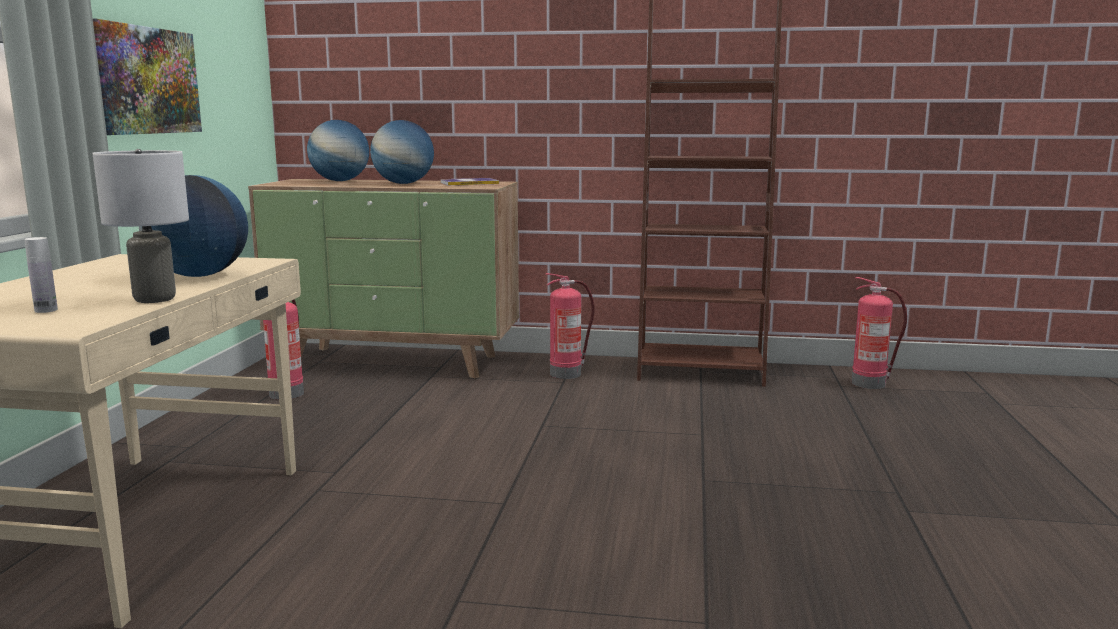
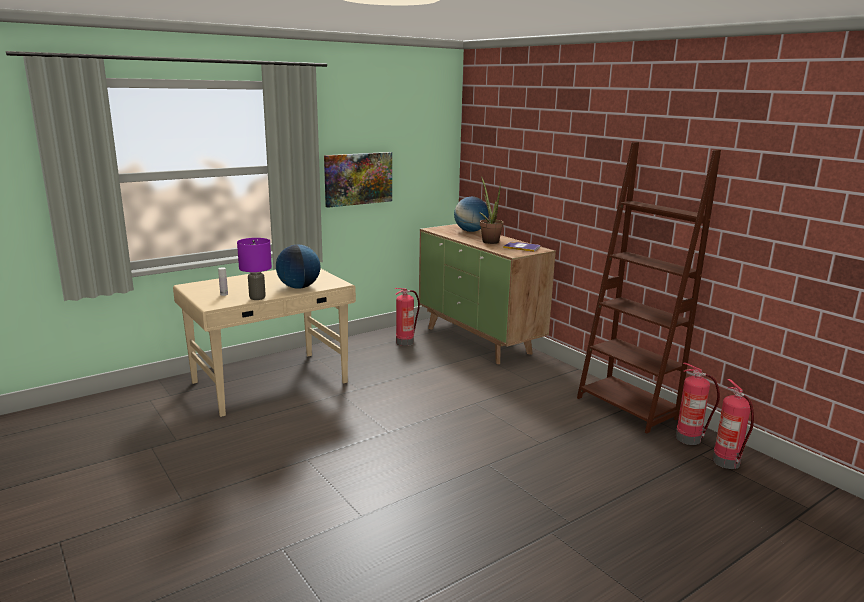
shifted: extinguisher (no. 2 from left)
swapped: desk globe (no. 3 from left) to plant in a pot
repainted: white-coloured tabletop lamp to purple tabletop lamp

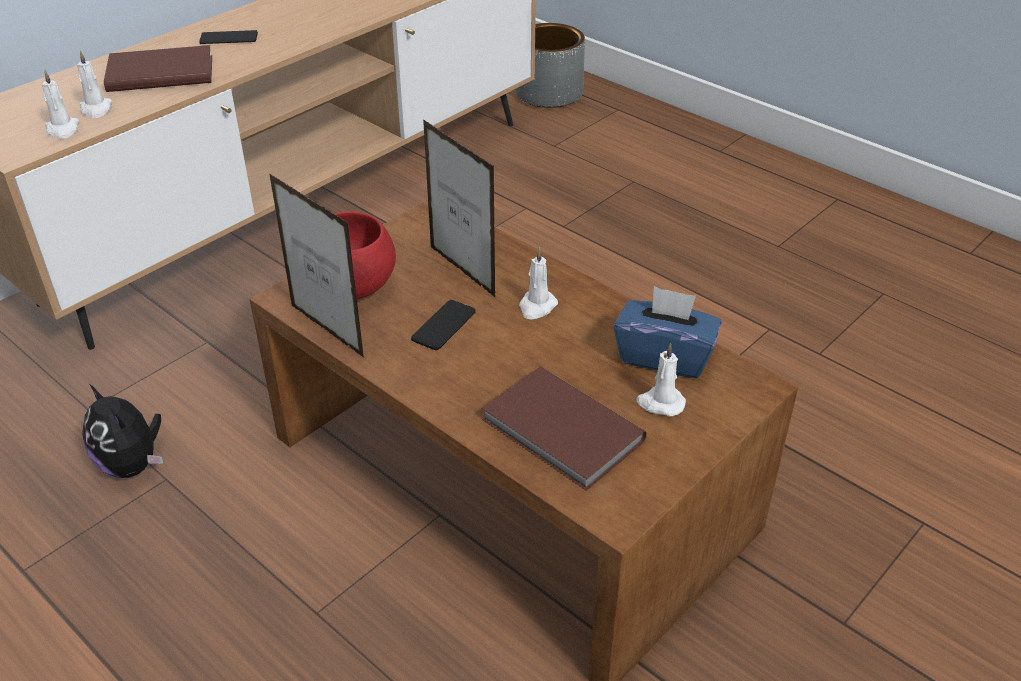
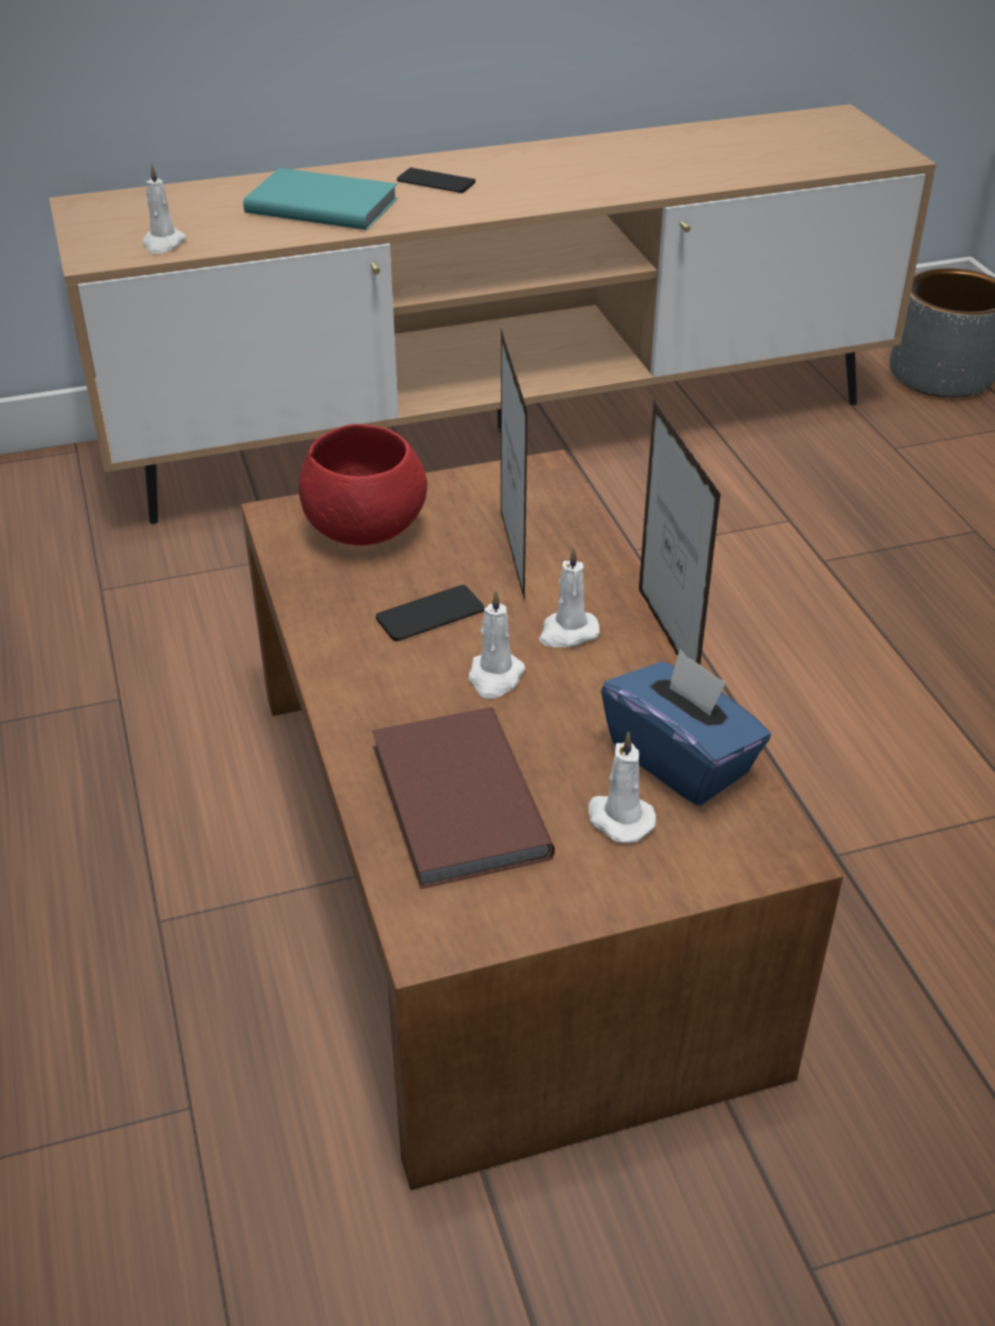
gone: cuddly toy
shifted: white-coloured wax candle (no. 2 from left); picture frame (no. 1 from left in the first image) to picture frame (no. 2 from left)
repainted: brownish volume (no. 1 from left) to blue-green volume

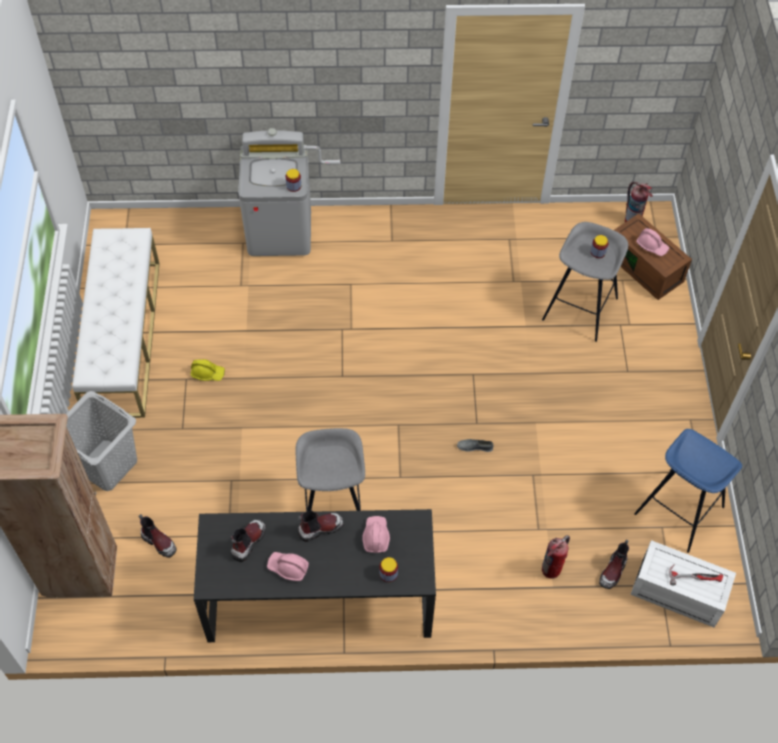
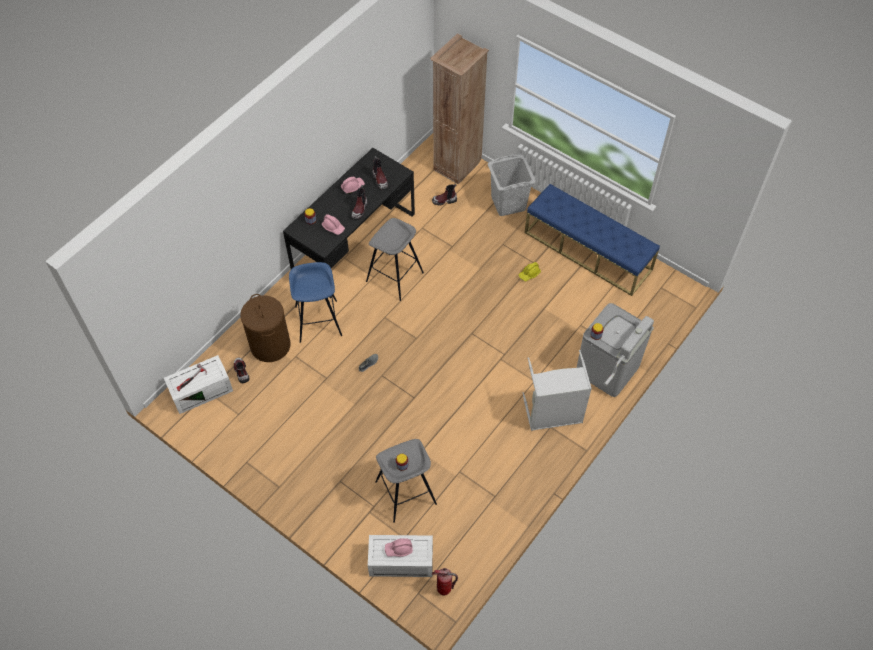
new: gray laundry basket (no. 2 from left)
shifted: bluish stool seat
swapped: extinguisher (no. 1 from left) to brownish laundry basket
repainted: brownish storage bin to white-coloured storage bin (no. 2 from left); white-coloured long seat to bluish long seat

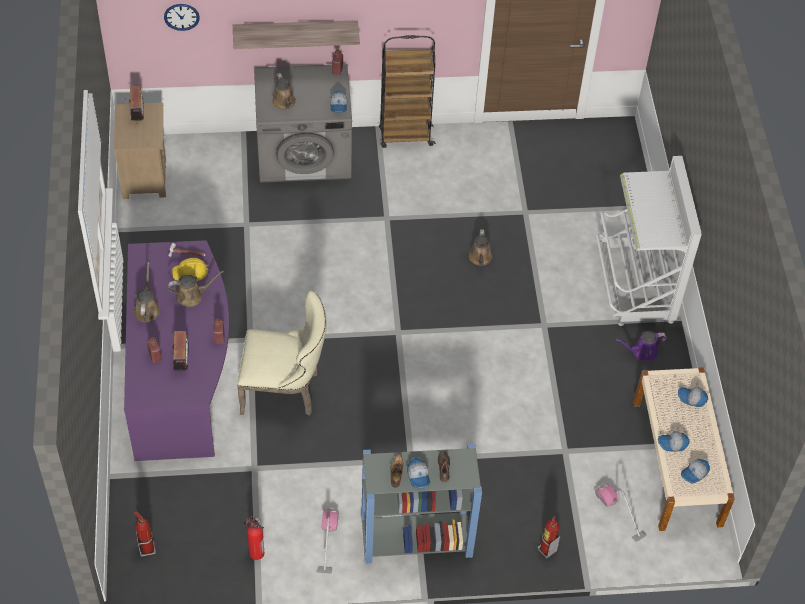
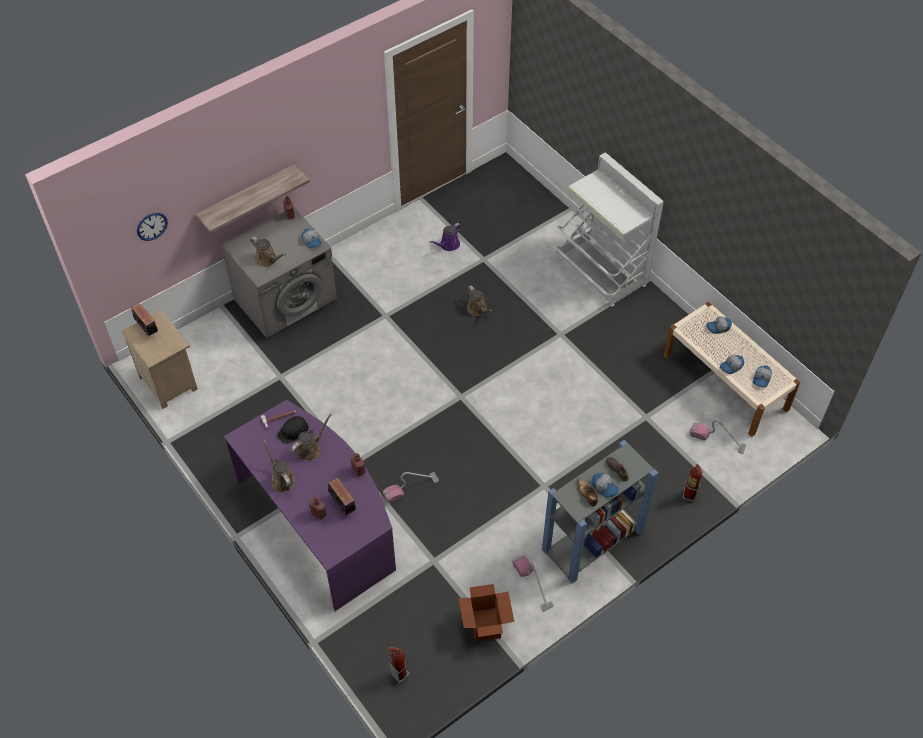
gone: brownish wheeled cart
shifted: purple watering can
swapped: beige plain chair to hoover (no. 1 from left); extinguisher (no. 2 from left) to cardboard box
repainted: yellow safety helmet to black-coloured safety helmet

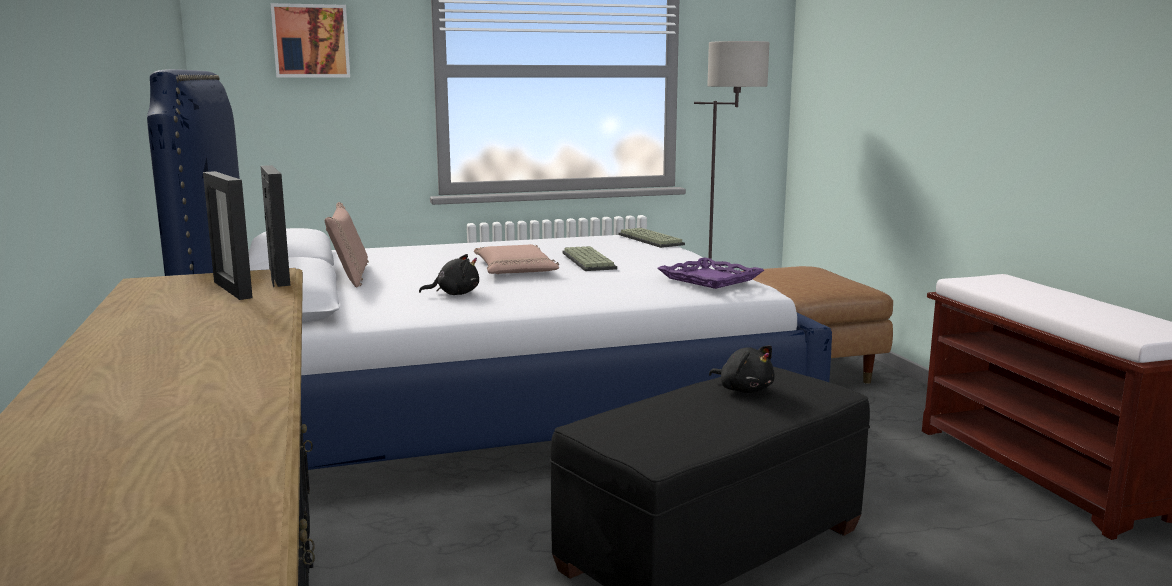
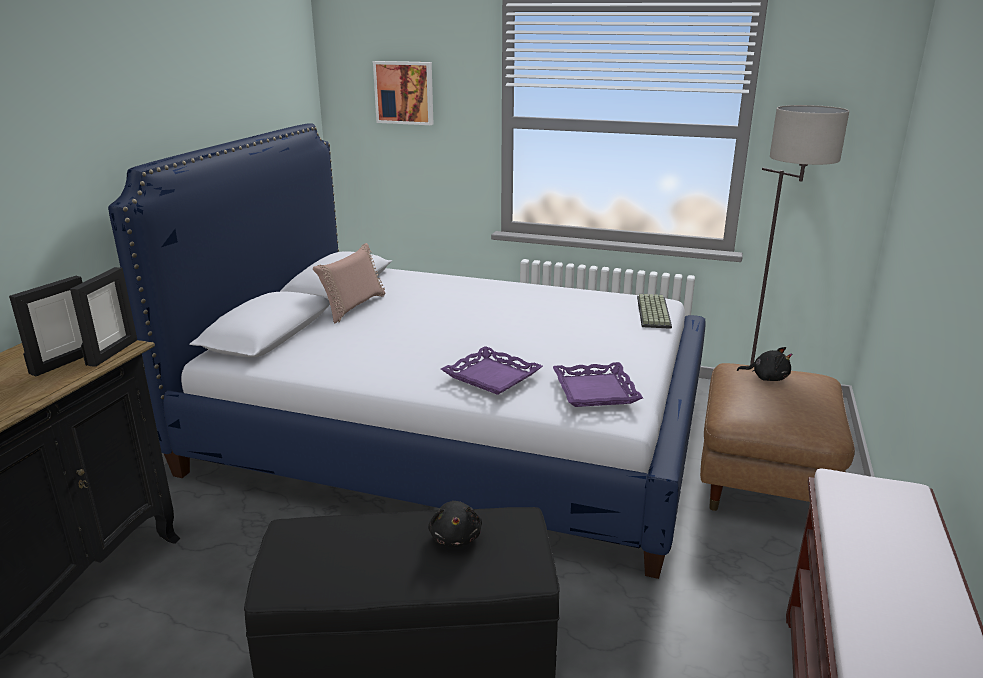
gone: beige cushion (no. 2 from left); PC keyboard (no. 1 from left)
new: purple tray (no. 1 from left)
shifted: black-coloured cuddly toy (no. 1 from left in the first image) to black-coloured cuddly toy (no. 2 from left)
rotated: picture frame (no. 1 from left) 150 degrees counterclockwise

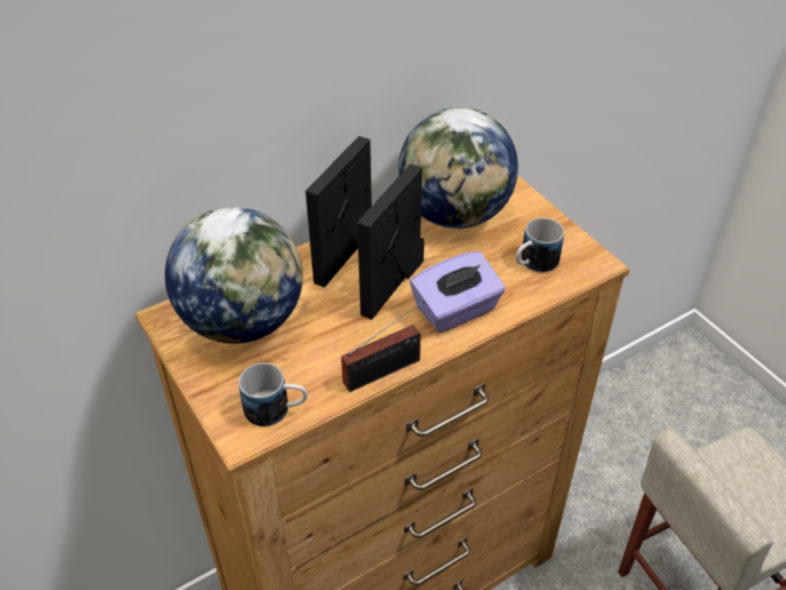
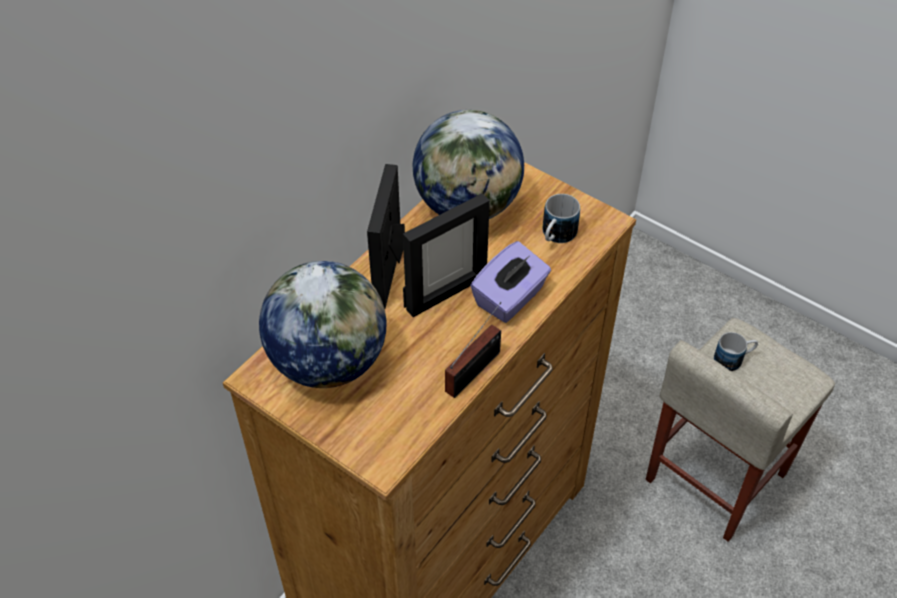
shifted: mug (no. 1 from left in the first image) to mug (no. 2 from left)
rotated: picture frame (no. 2 from left) 135 degrees counterclockwise

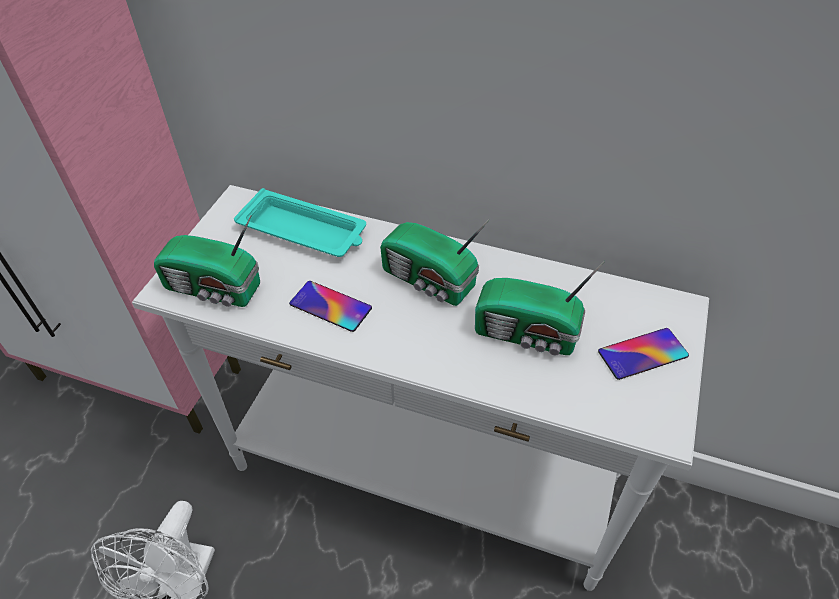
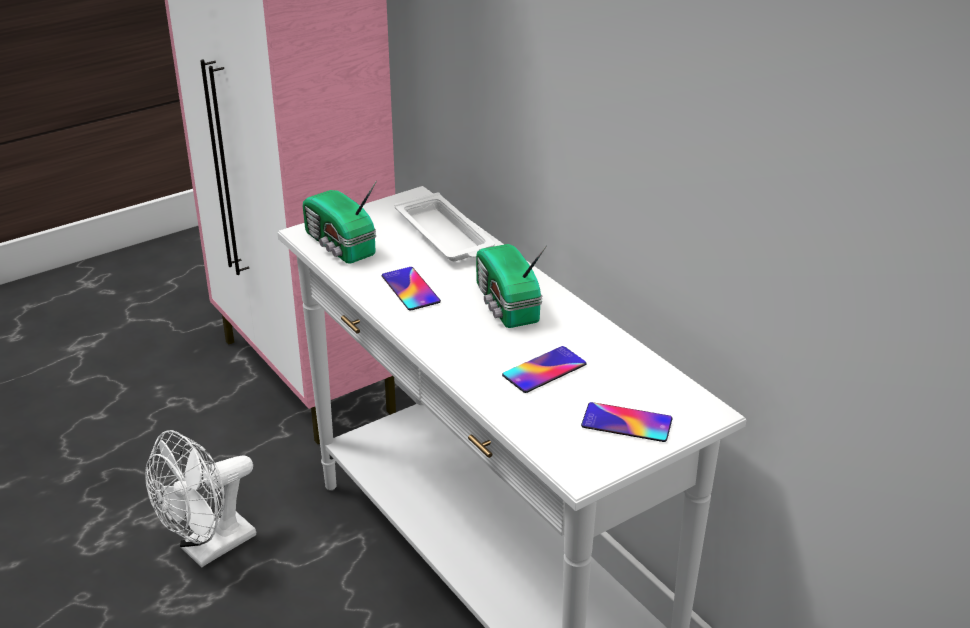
swapped: radio (no. 3 from left) to handset (no. 2 from left)
repainted: blue-green tray to white-coloured tray

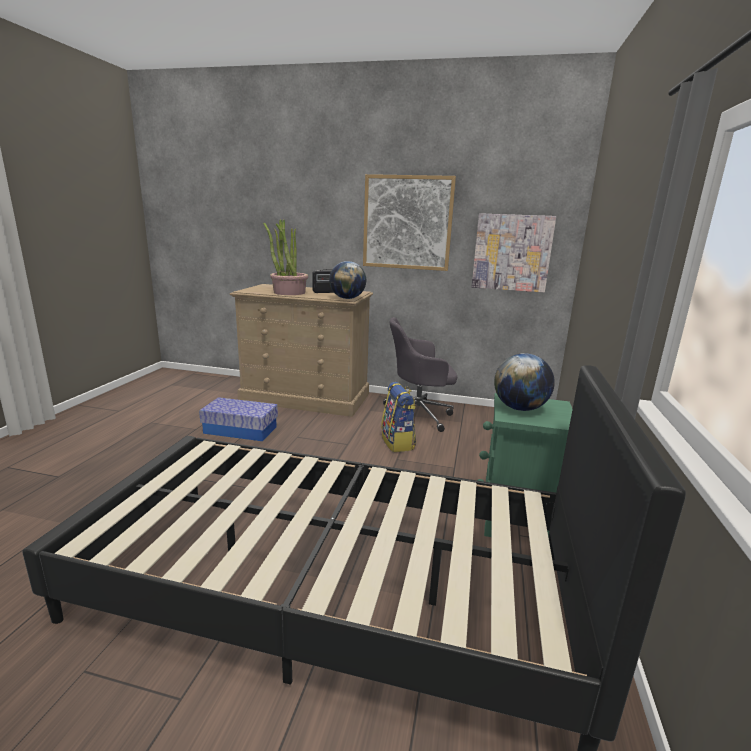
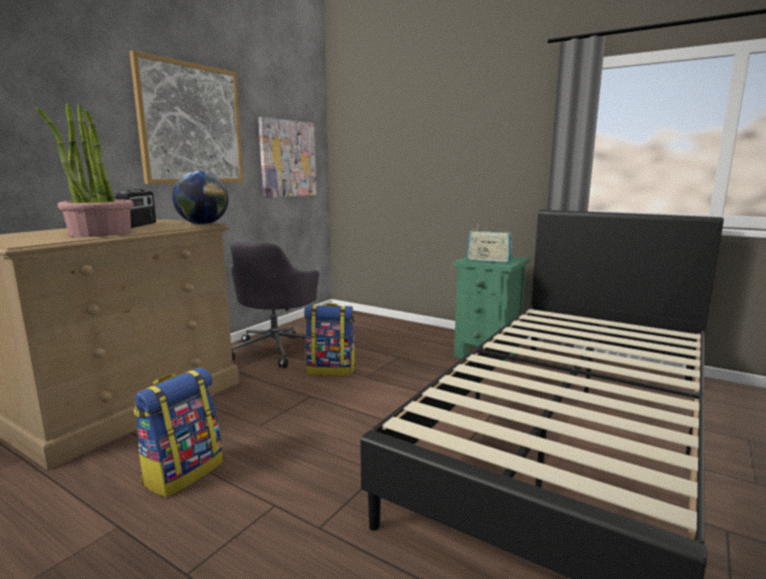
swapped: storage bin to backpack (no. 1 from left); desk globe (no. 2 from left) to radio (no. 2 from left)

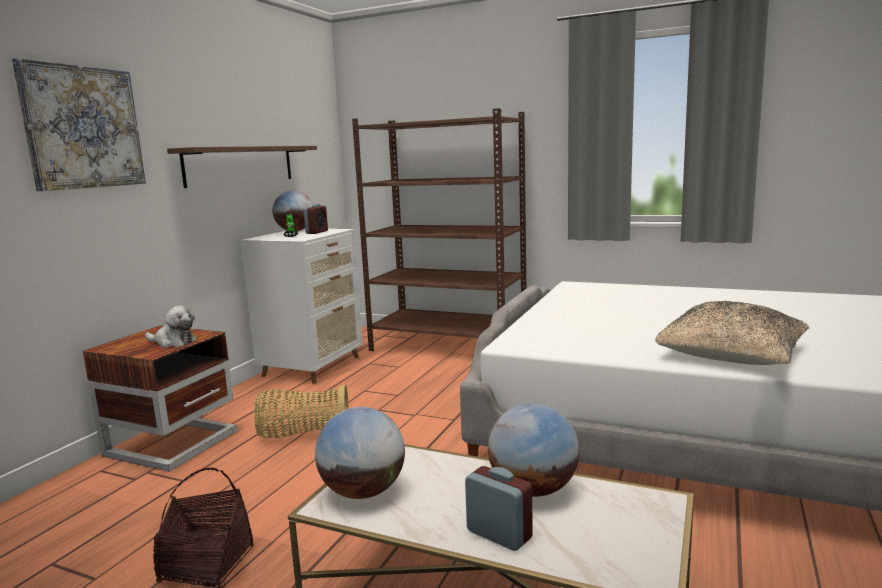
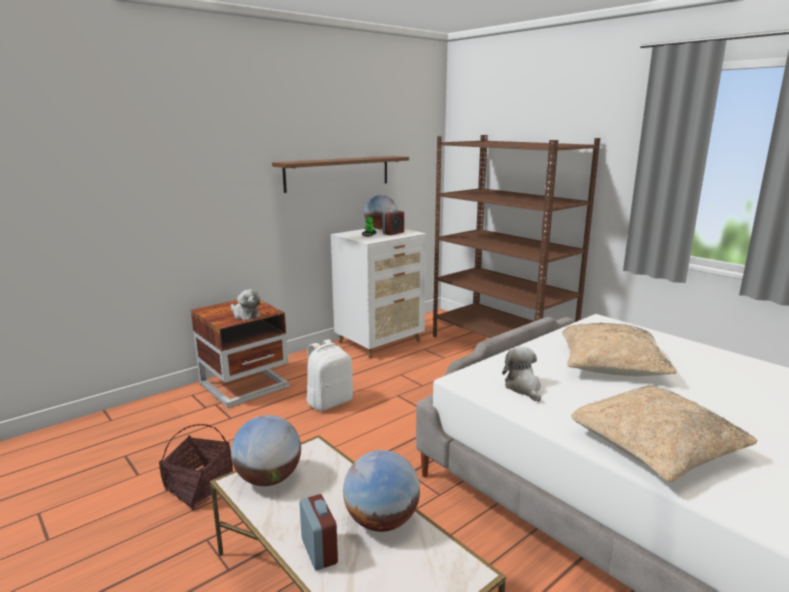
gone: picture
new: cuddly toy (no. 2 from left); beige cushion (no. 1 from left)
swapped: storage basket (no. 2 from left) to white-coloured backpack

